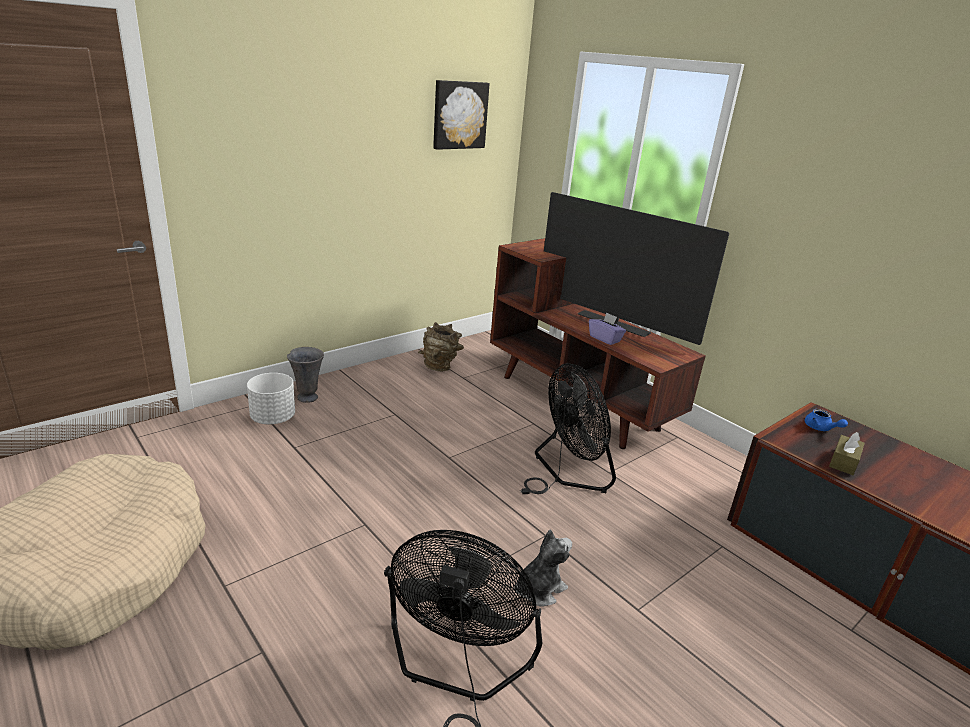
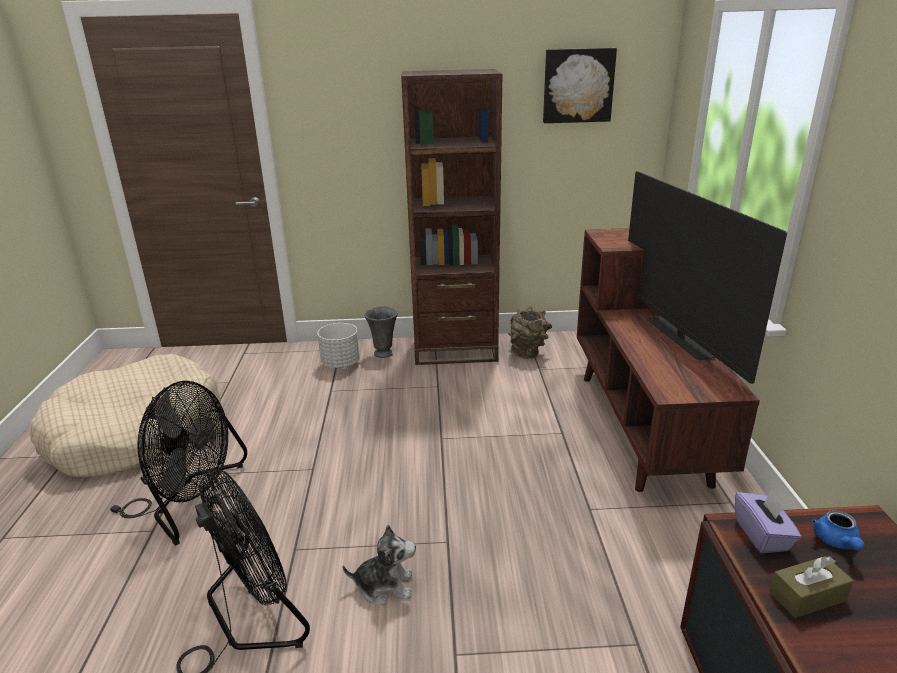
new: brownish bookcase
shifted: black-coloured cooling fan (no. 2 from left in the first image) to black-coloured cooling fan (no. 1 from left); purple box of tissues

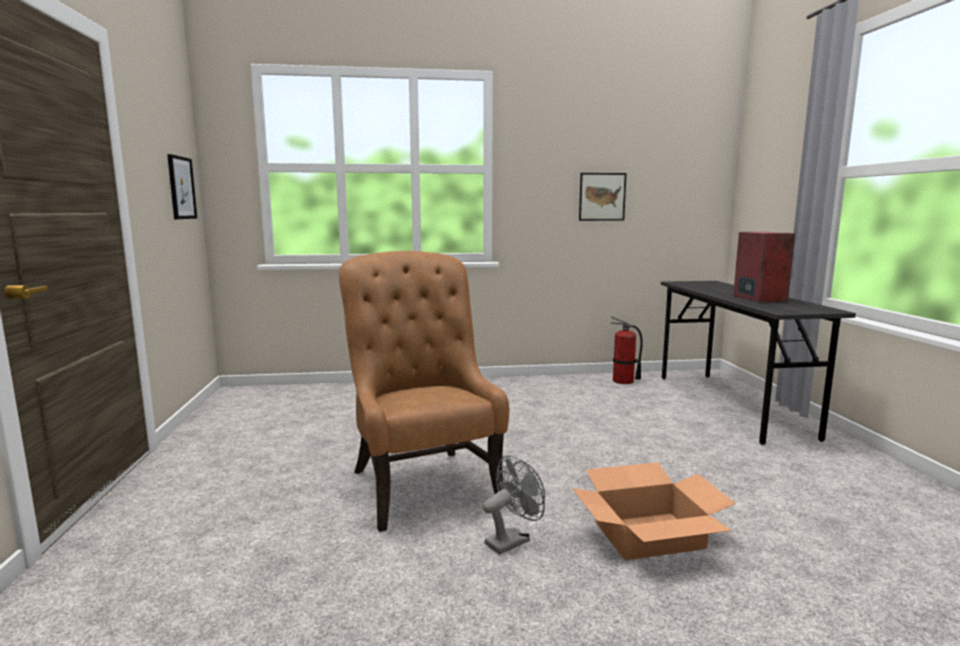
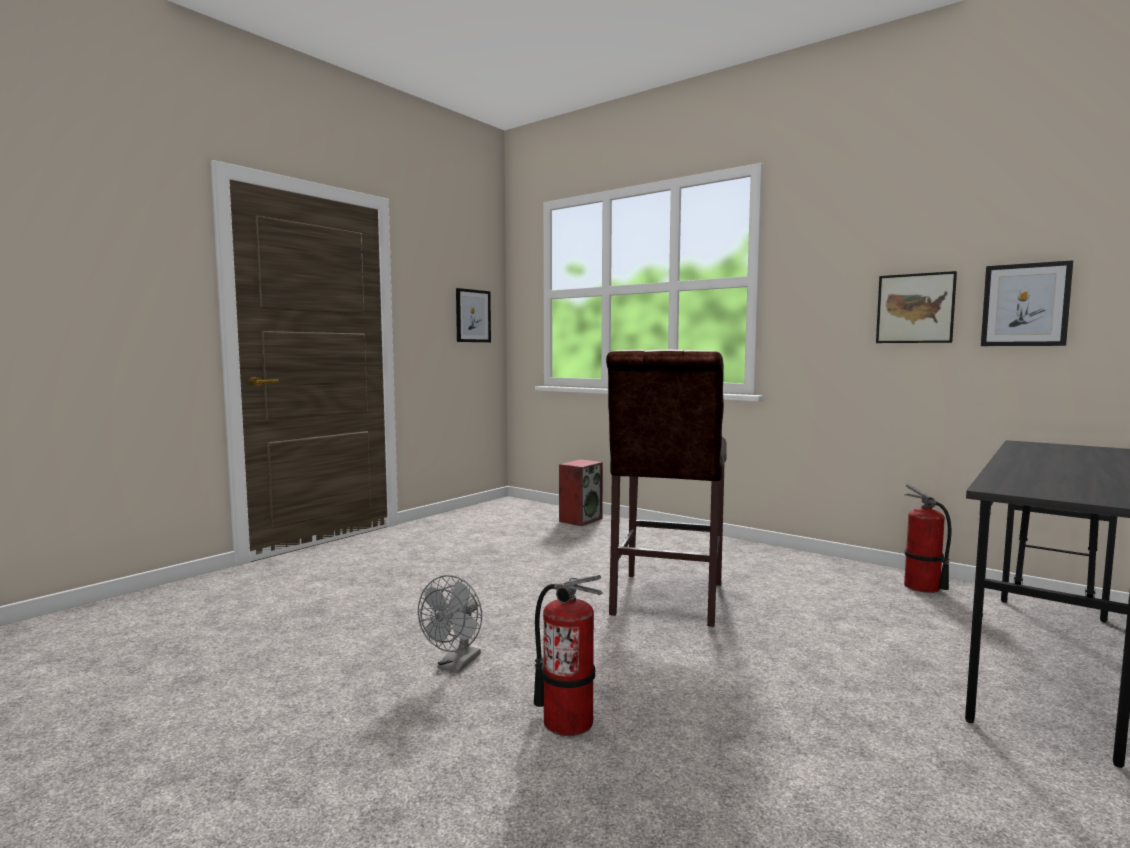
gone: brownish plain chair
new: brownish stool seat; picture (no. 3 from left)
shifted: speaker
swapped: cardboard box to extinguisher (no. 1 from left)
rotated: gray cooling fan 105 degrees clockwise

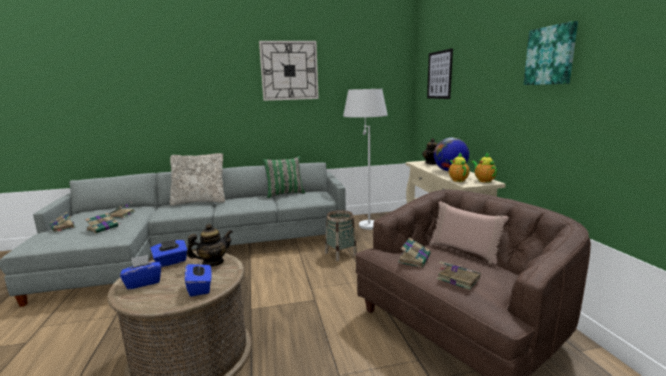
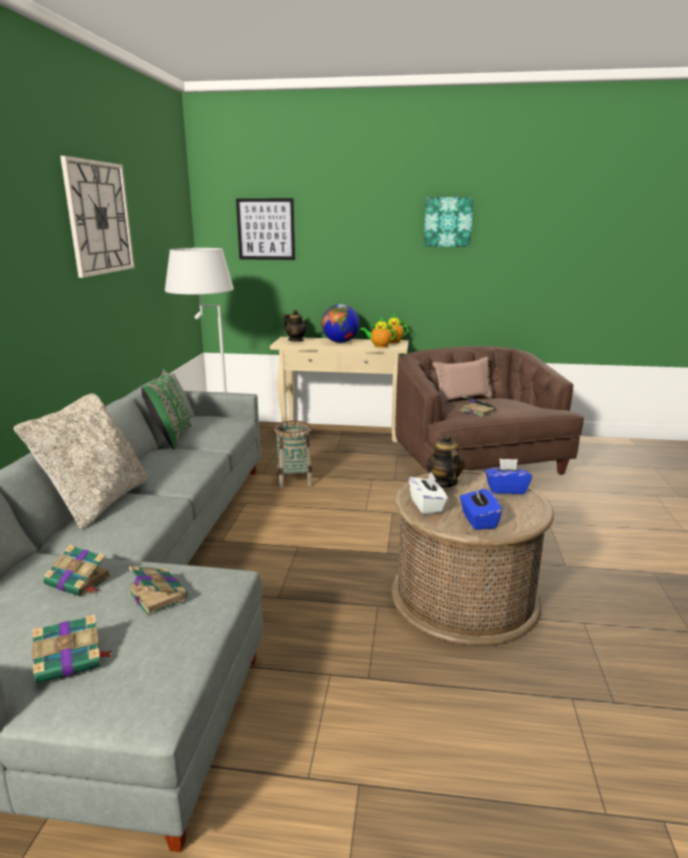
gone: volume (no. 5 from left)
repainted: bluish box of tissues (no. 2 from left) to white-coloured box of tissues

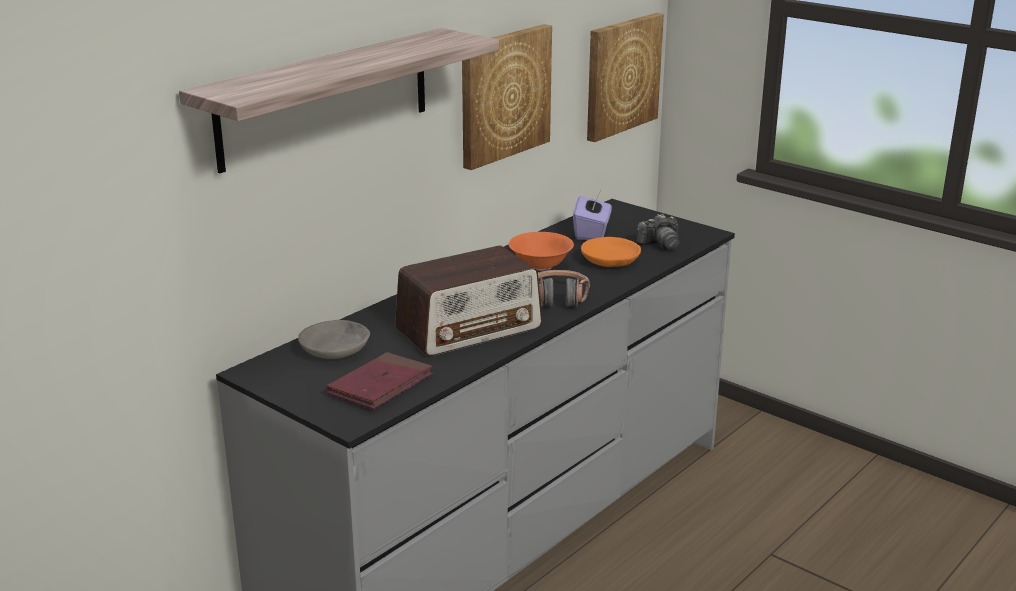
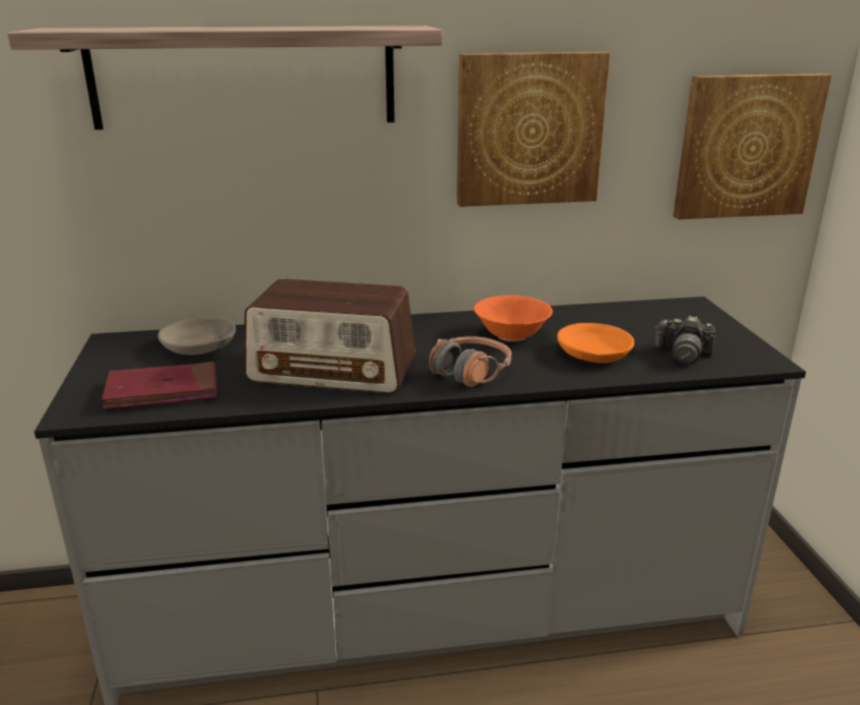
gone: purple box of tissues

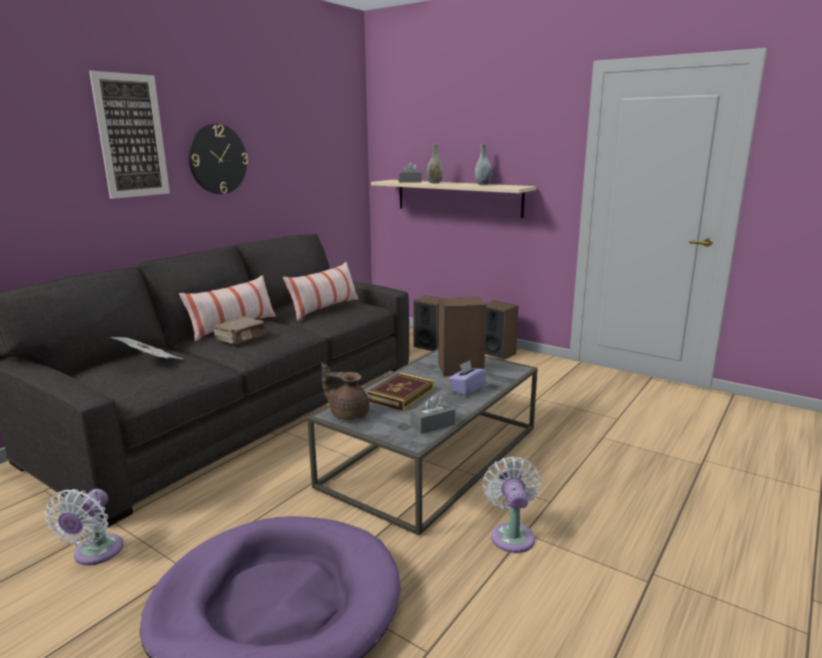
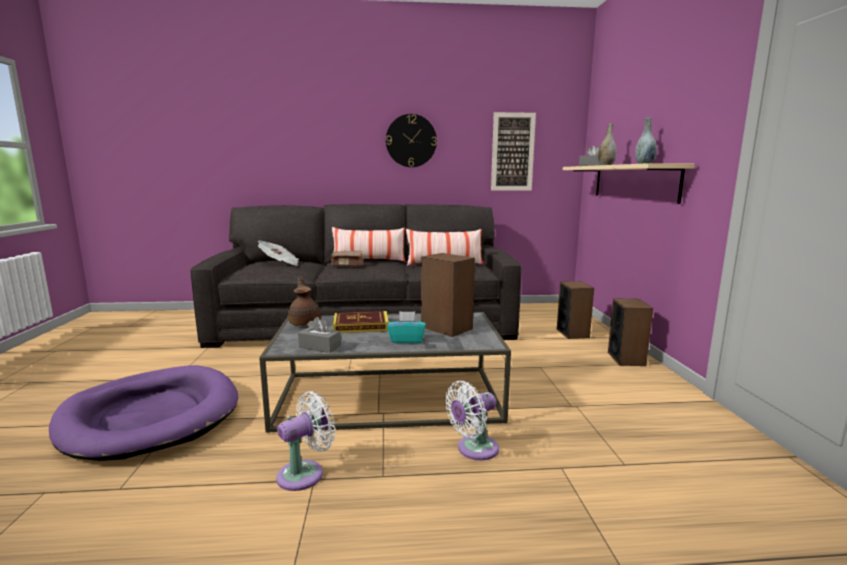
shifted: white-coloured cooling fan (no. 1 from left in the first image) to white-coloured cooling fan (no. 2 from left); picture
repainted: purple box of tissues to blue-green box of tissues

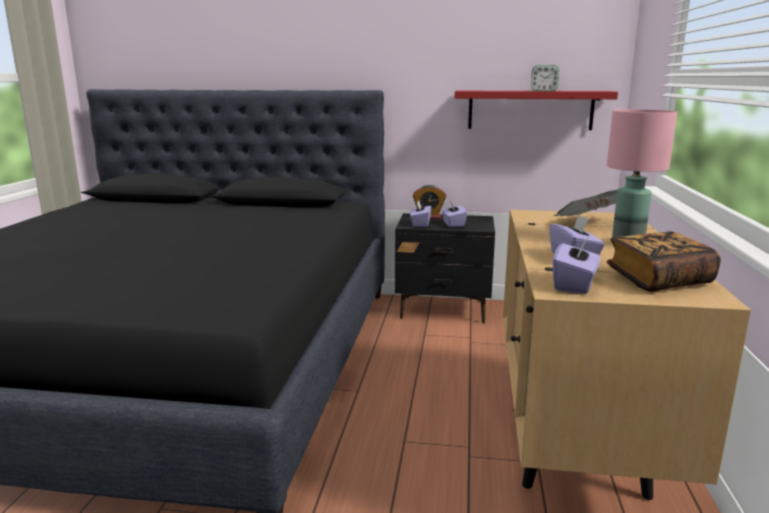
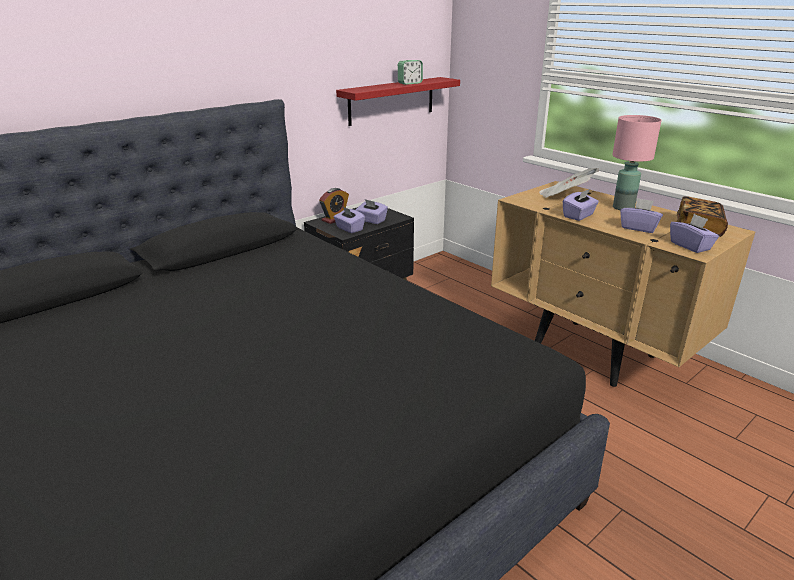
new: purple box of tissues (no. 3 from left)

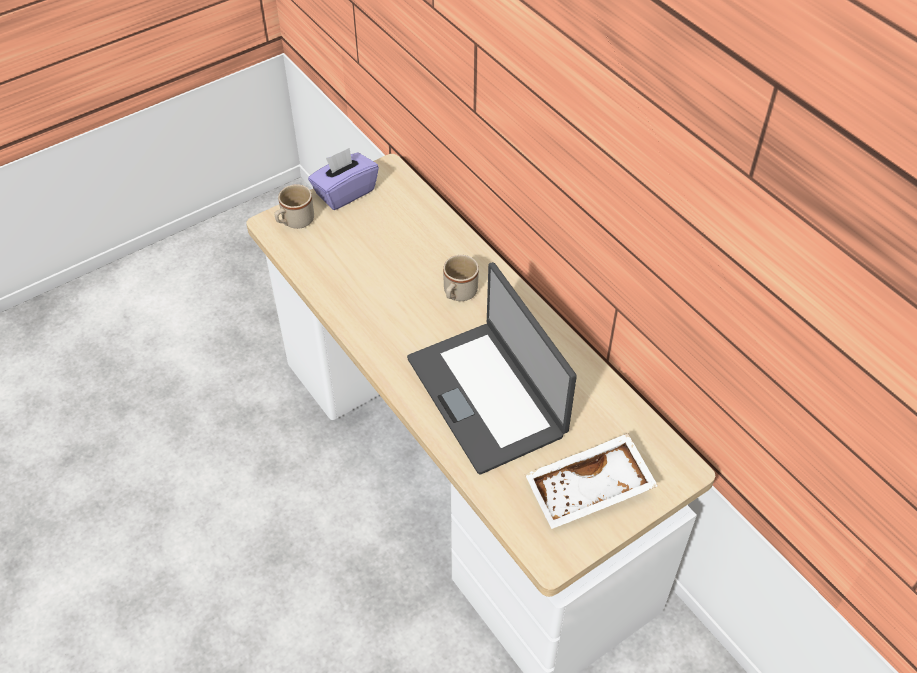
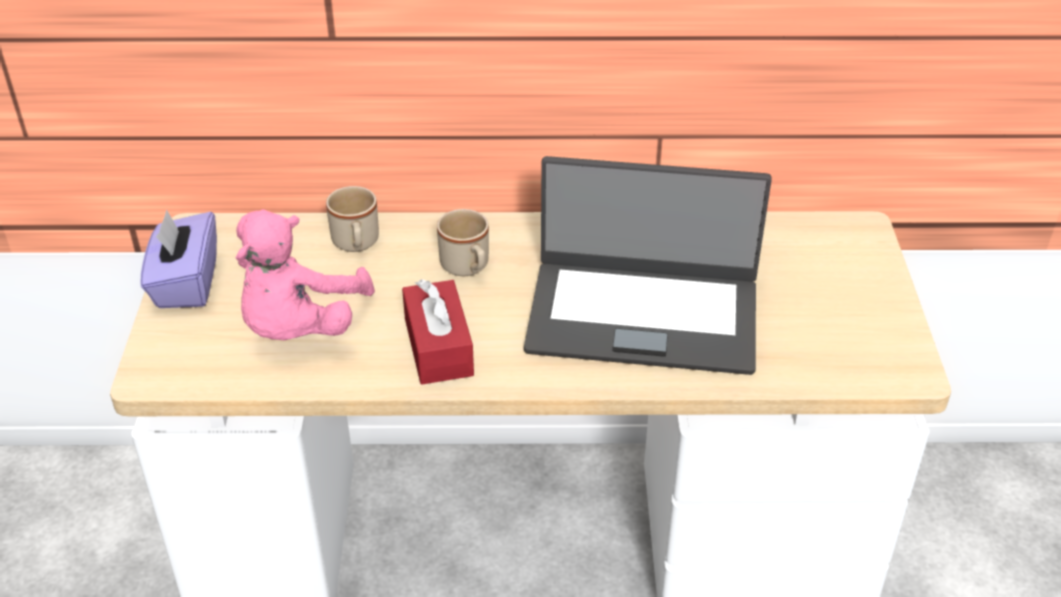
gone: white-coloured tray
new: pink-coloured cuddly toy; red box of tissues
shifted: beige mug (no. 1 from left)

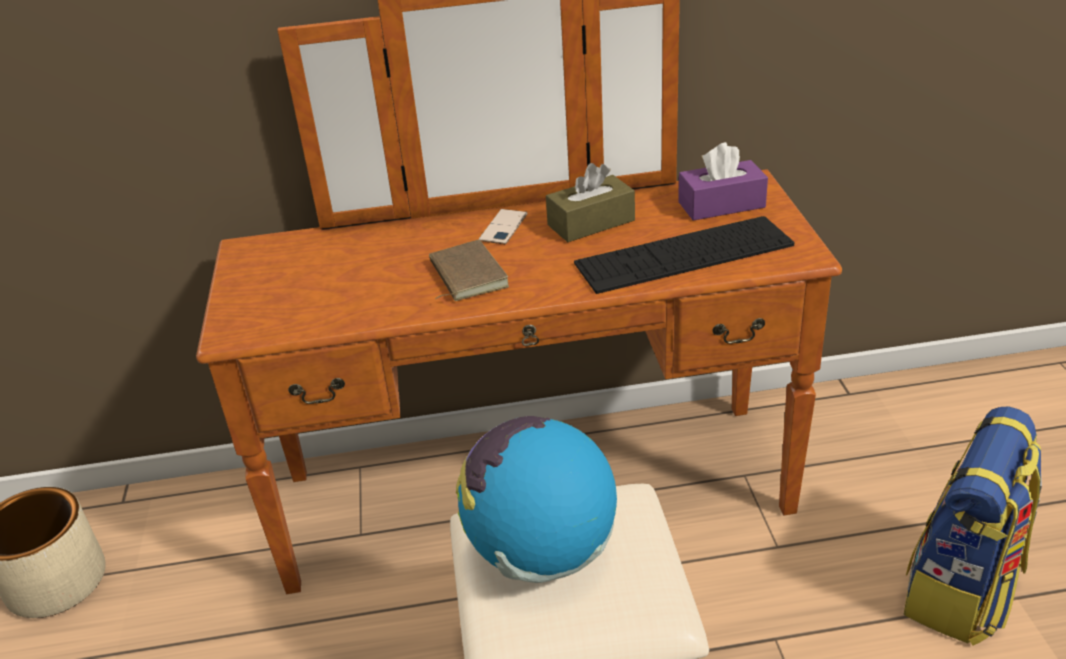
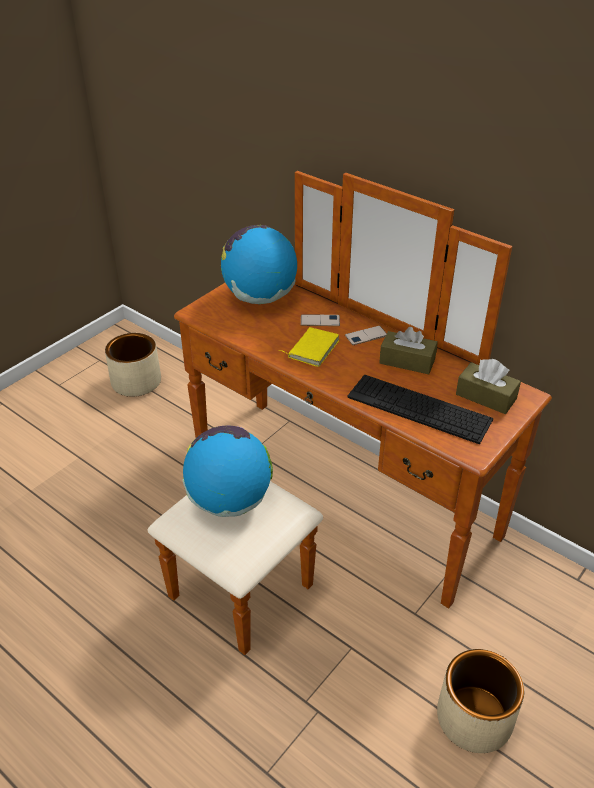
new: desk globe (no. 2 from left); handset (no. 1 from left)
swapped: backpack to beige planter (no. 2 from left)
repainted: brownish volume to yellow volume; purple box of tissues to brownish box of tissues (no. 2 from left)

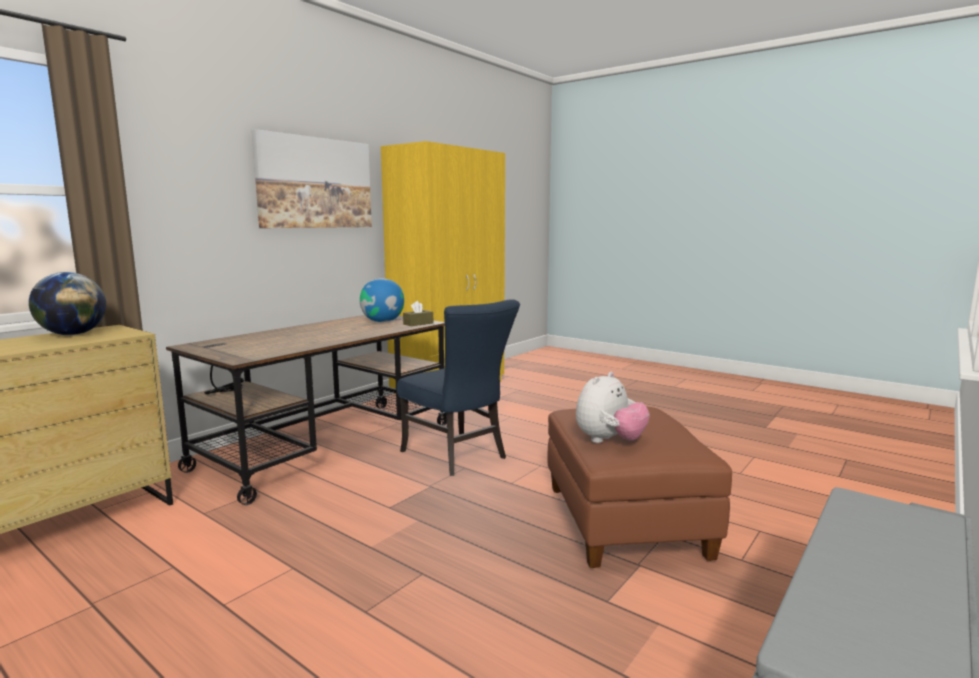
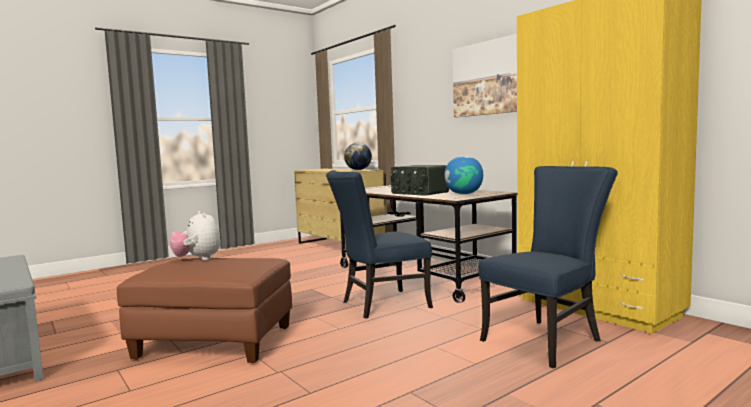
gone: brownish box of tissues
new: radio; bluish plain chair (no. 2 from left)

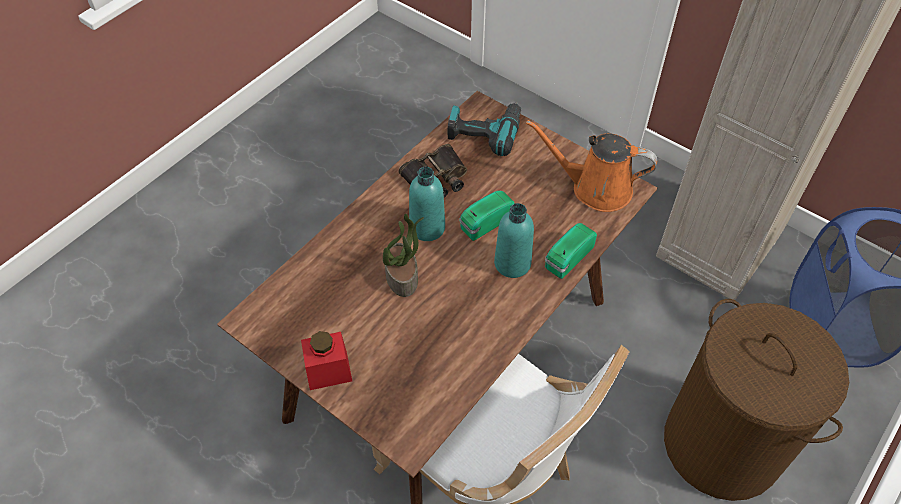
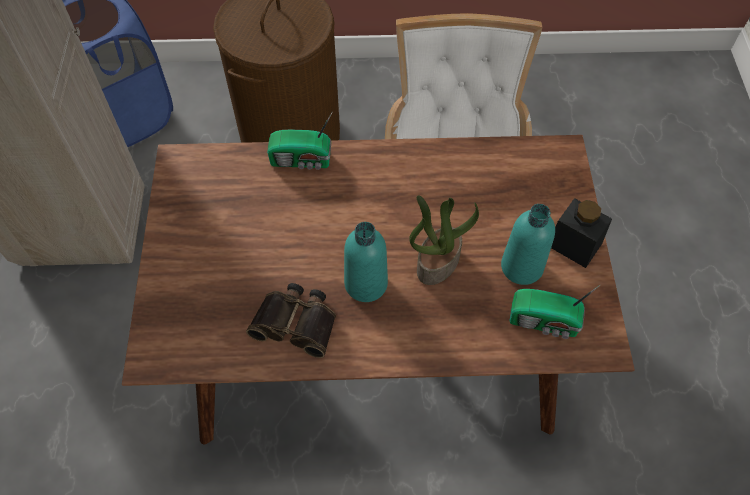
gone: power drill; orange watering can
shifted: blue-green drink bottle (no. 2 from left); radio (no. 1 from left in the first image) to radio (no. 2 from left)
repainted: red preserve jar to black-coloured preserve jar

